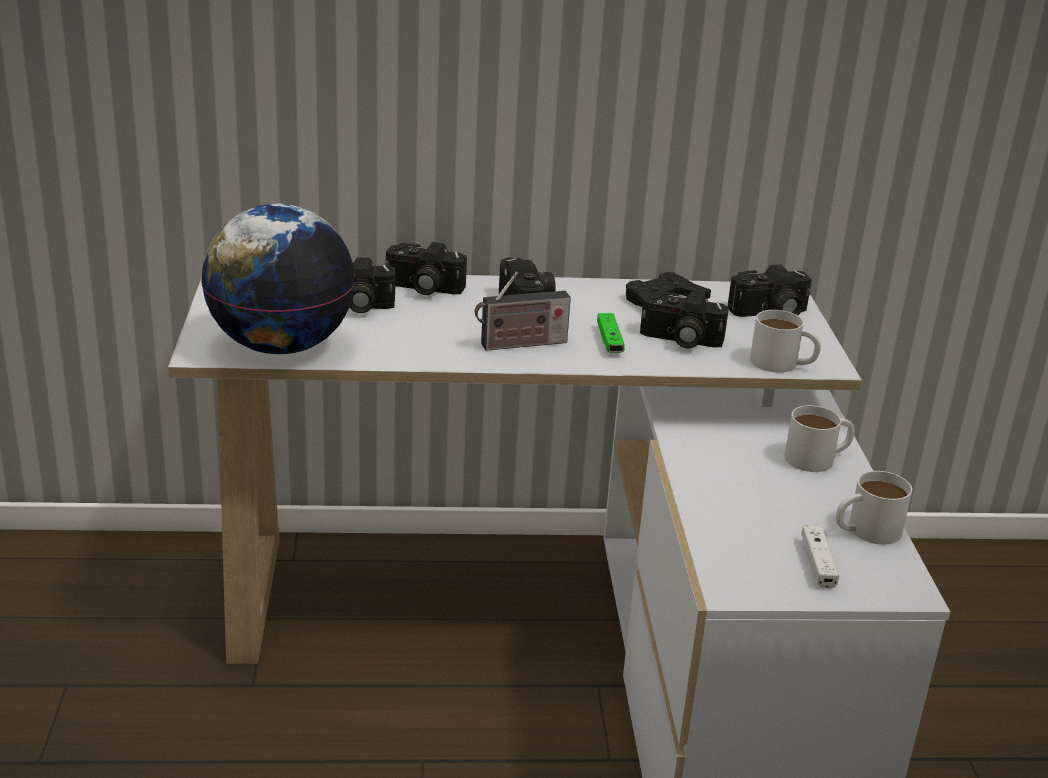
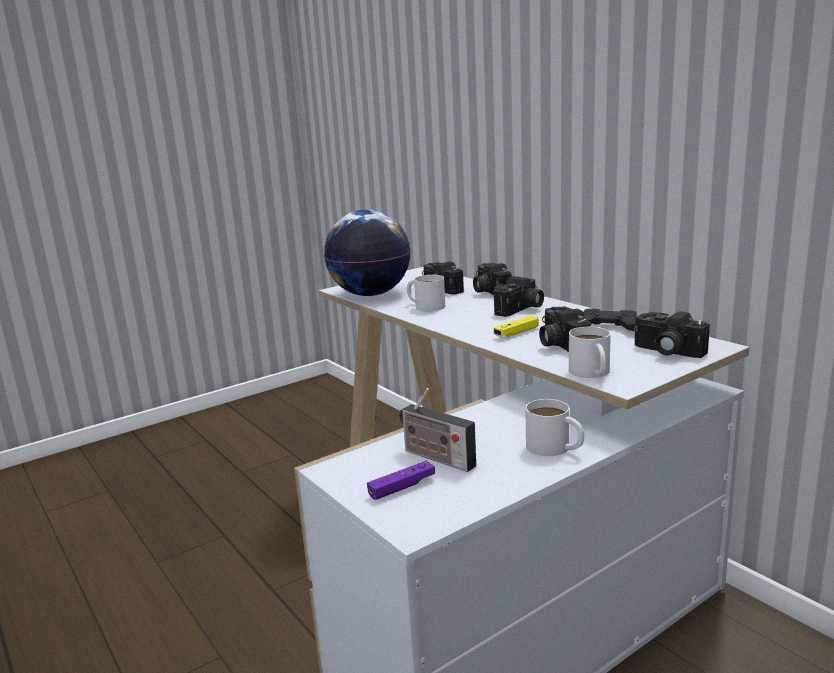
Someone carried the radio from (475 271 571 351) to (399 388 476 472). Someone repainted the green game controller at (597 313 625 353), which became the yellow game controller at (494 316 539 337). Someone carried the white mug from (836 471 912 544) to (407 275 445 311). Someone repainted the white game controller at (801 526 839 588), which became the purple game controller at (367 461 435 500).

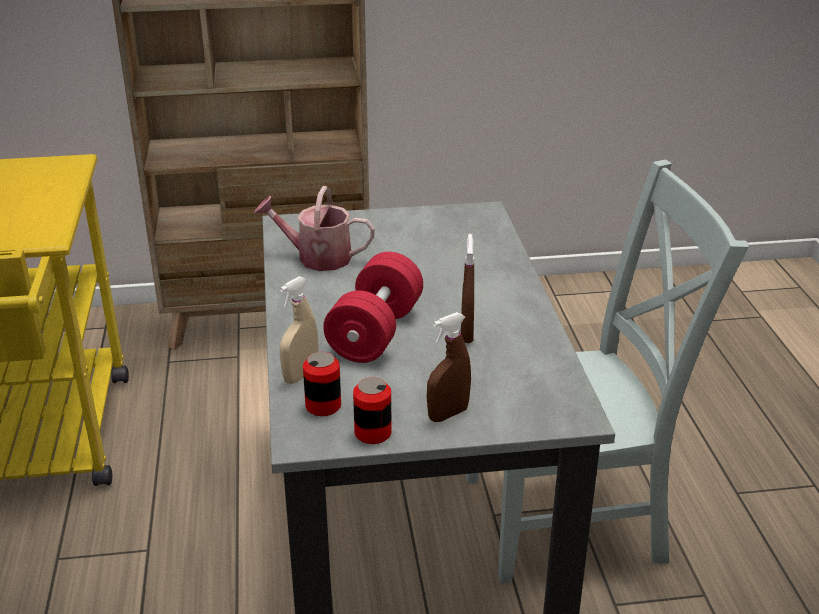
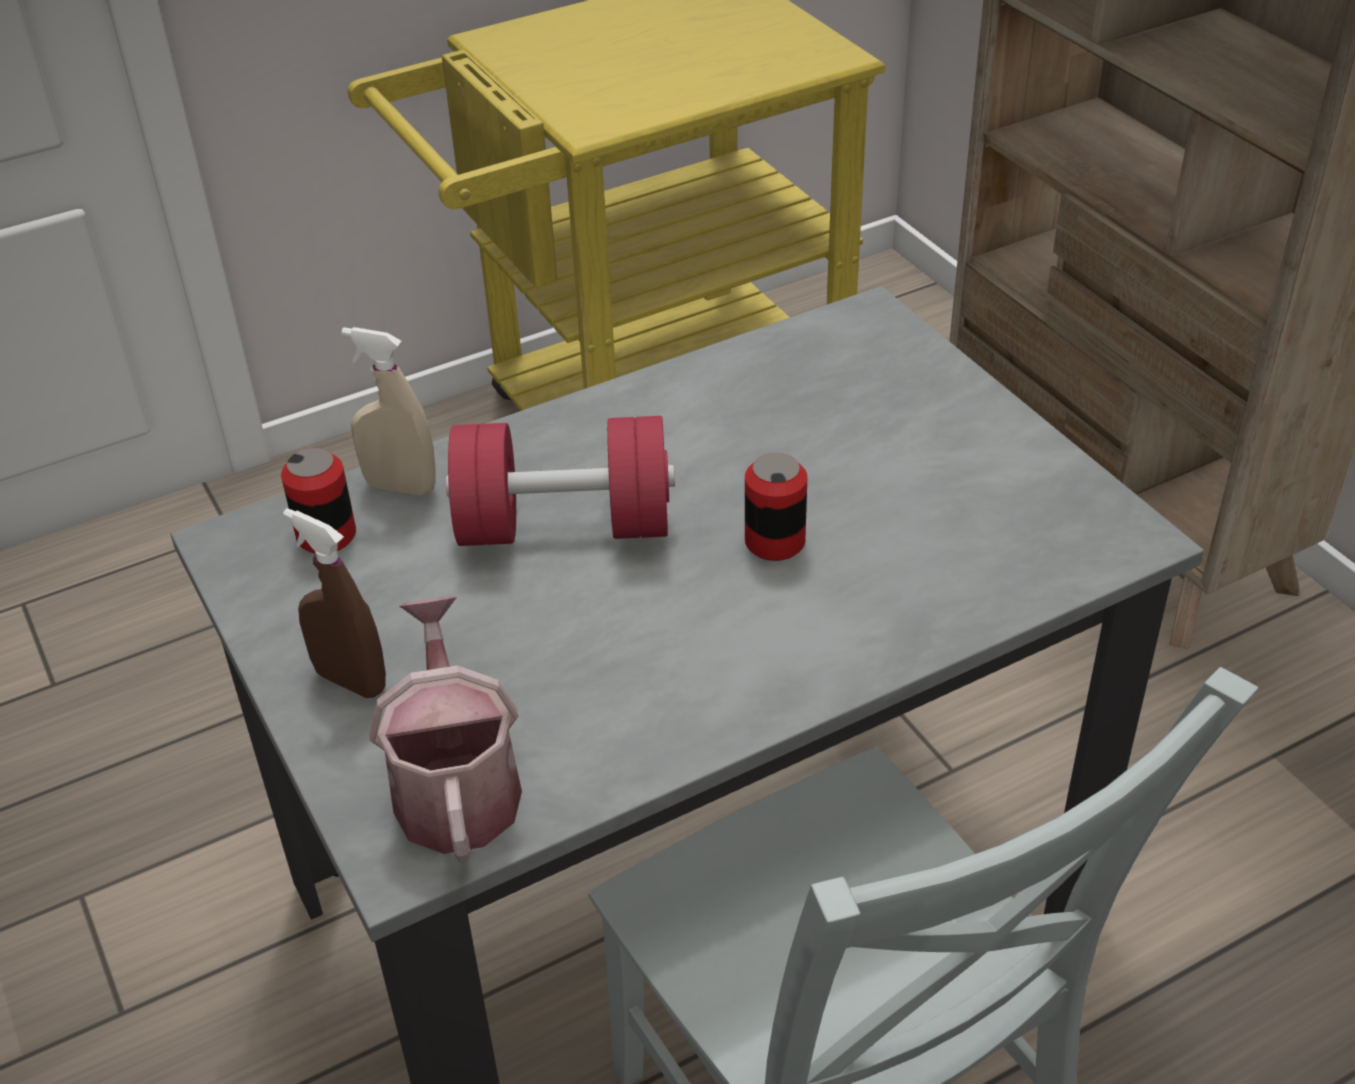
Someone carried the watering can from (254 186 375 271) to (369 596 522 861). Someone took away the brown spray bottle at (461 234 474 343). Someone carried the can from (353 377 392 444) to (745 453 807 561).

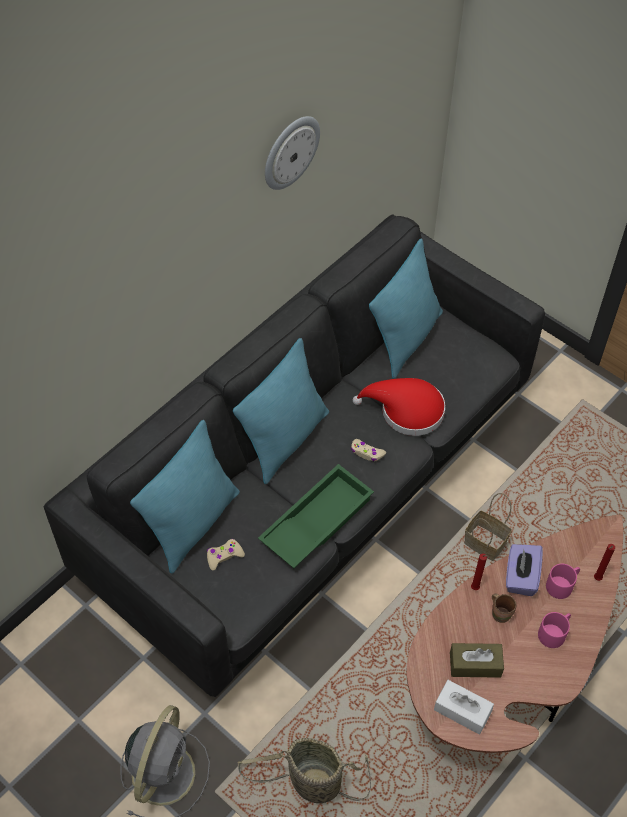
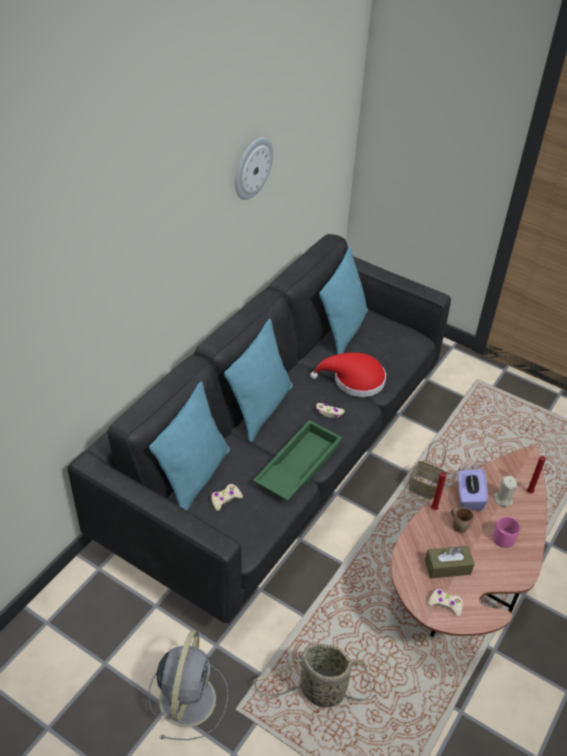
Someone swapped the pink mug at (546 564 580 599) for the beige candle at (493 476 517 507). Someone swapped the white tissue box at (434 680 494 735) for the beige game controller at (428 588 463 617).

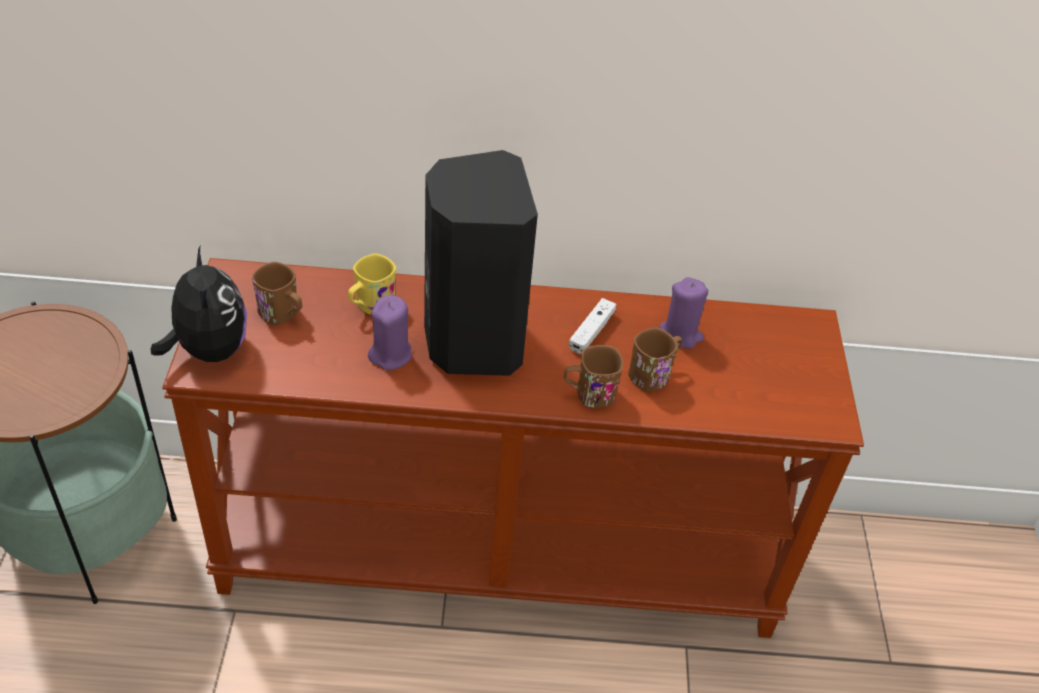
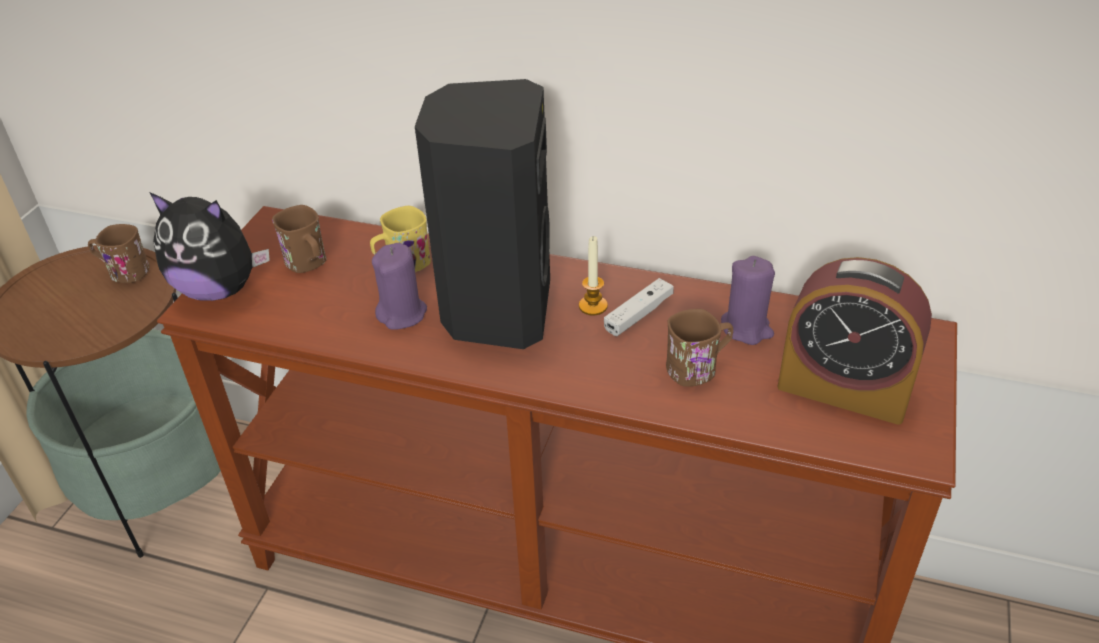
Someone rotated the plush toy at (151 246 247 362) by 105 degrees clockwise. Someone carried the brown mug from (564 345 623 408) to (88 224 150 283). Someone put down the candle at (579 236 608 316). Someone put down the alarm clock at (777 257 932 425).

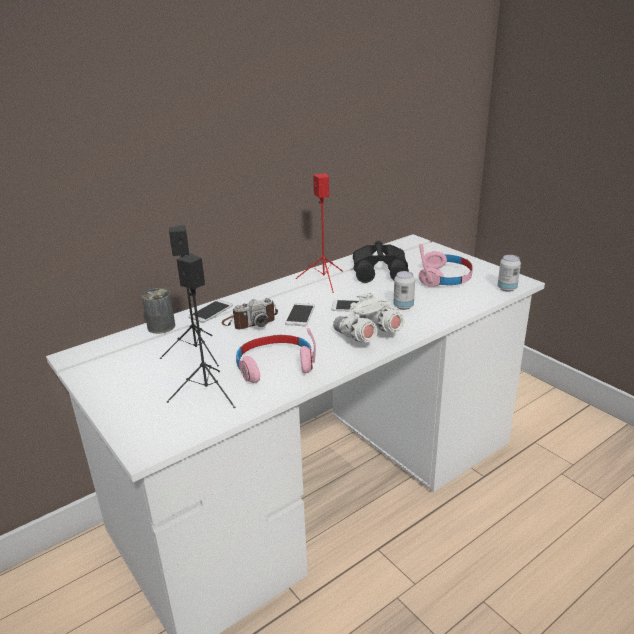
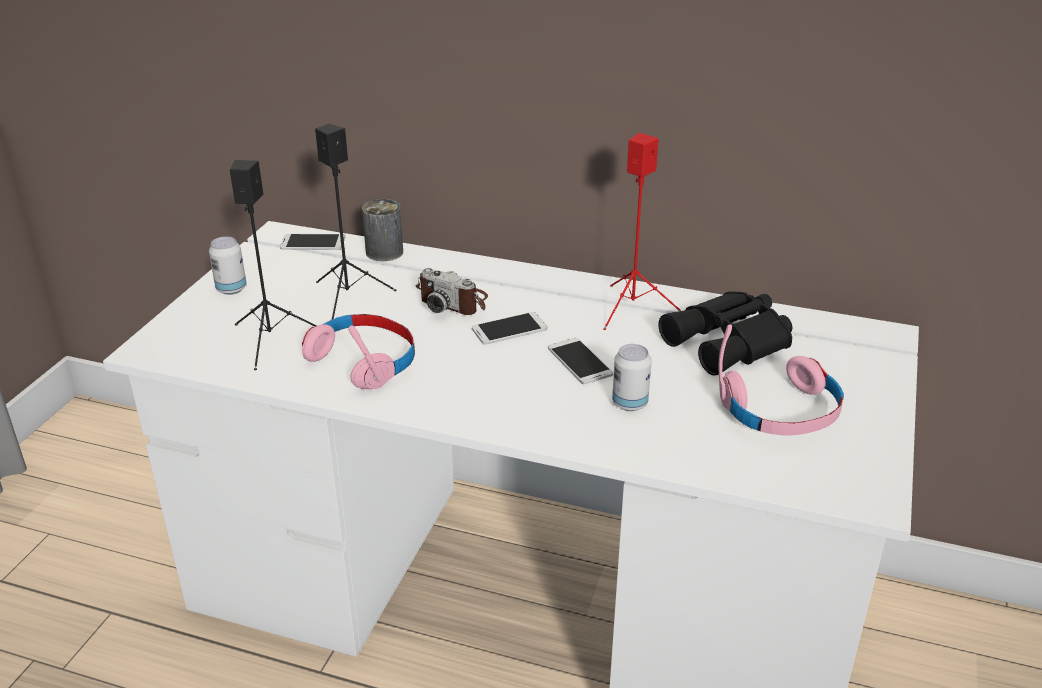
Someone carried the can from (498 255 521 292) to (209 237 247 295). Someone took away the white binoculars at (333 292 404 343). Someone carried the phone from (189 300 233 323) to (280 234 345 250).

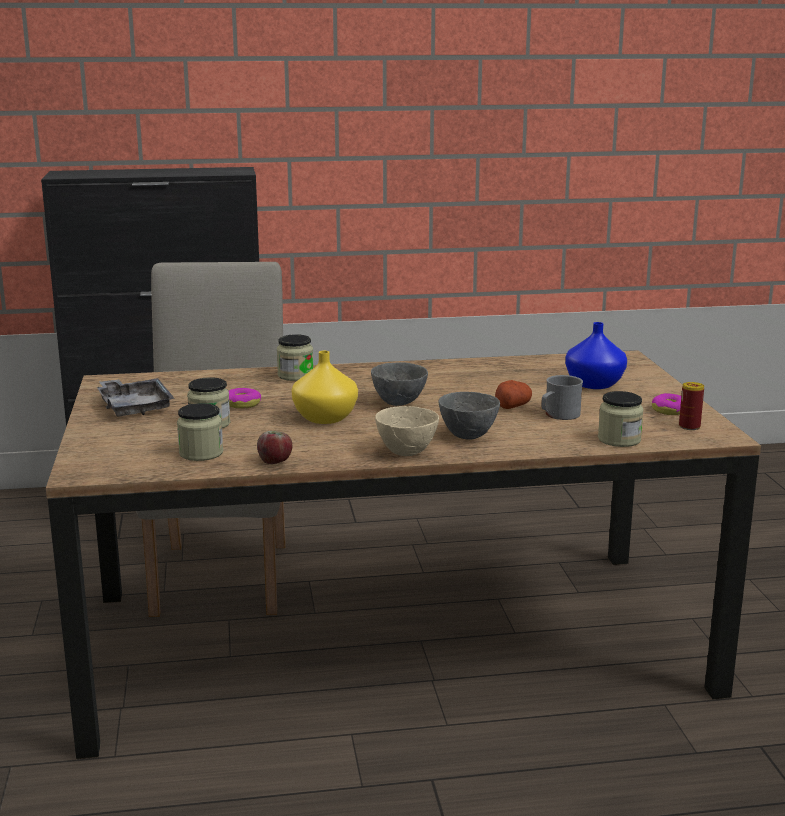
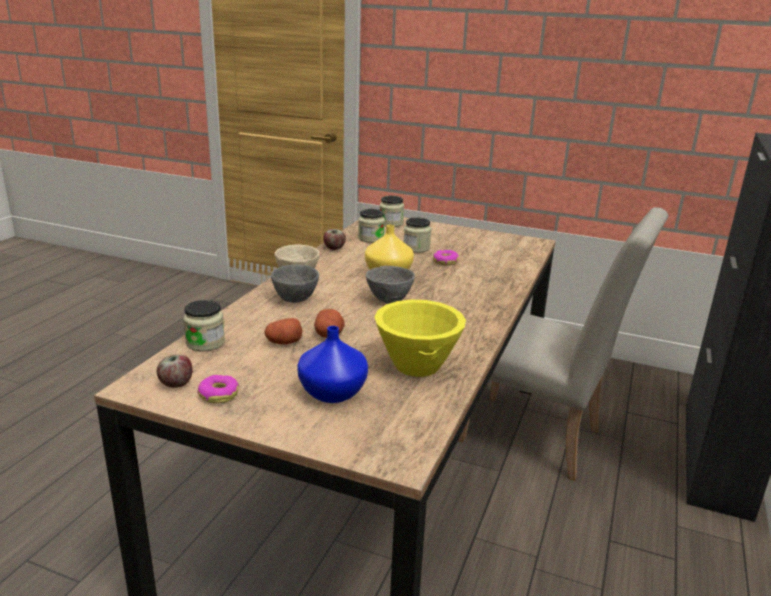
Someone carried the jar from (277 334 313 381) to (380 196 404 227). Someone swapped the grey mug at (541 375 583 420) for the potato at (265 318 302 345). Someone took away the grey tray at (97 378 175 417). Someone swapped the can at (679 382 704 430) for the apple at (157 355 193 388). Someone put down the yellow bowl at (374 300 466 377).

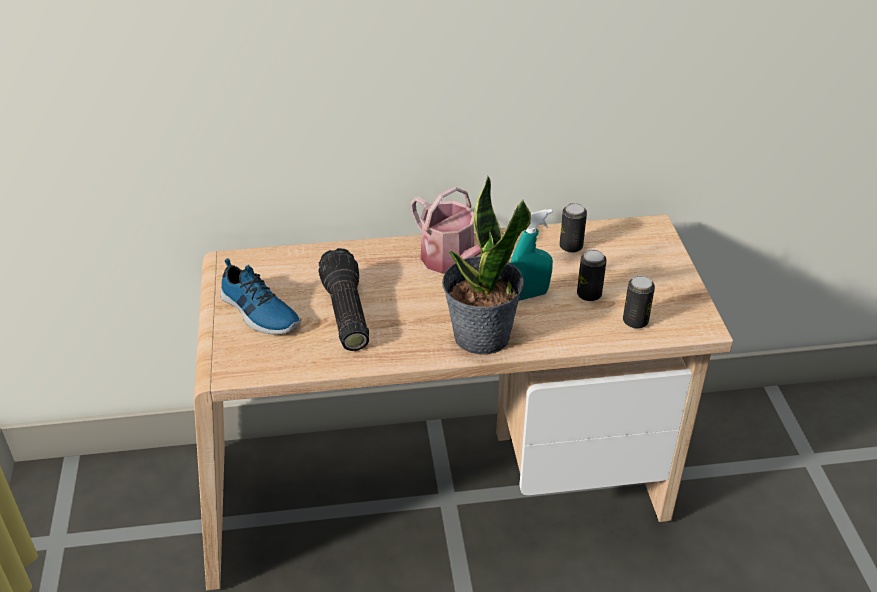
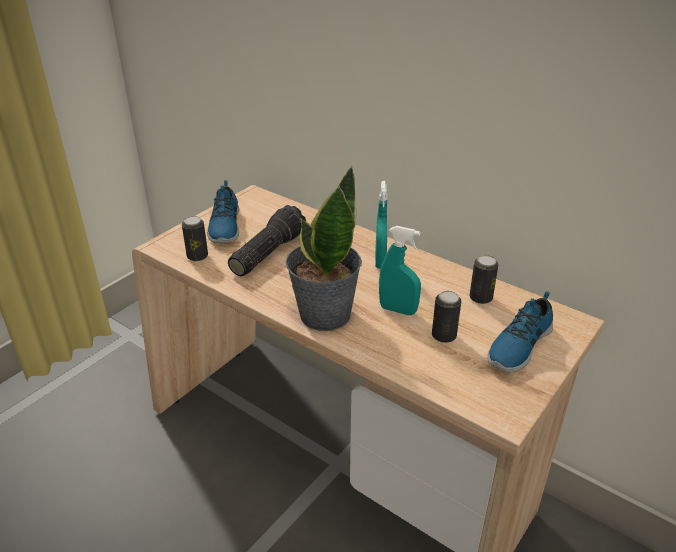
Someone swapped the watering can at (411 187 504 274) for the turquoise spray bottle at (375 181 387 269). Someone carried the can from (623 276 655 329) to (182 216 208 261). Someone put down the shoe at (487 291 553 372).

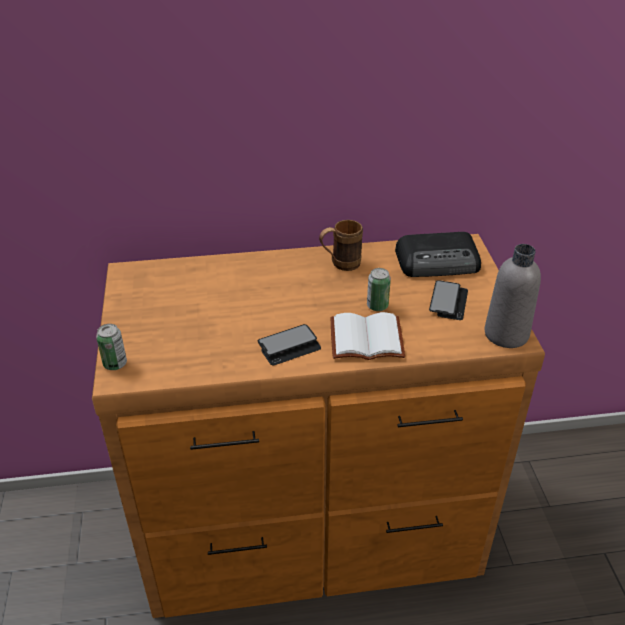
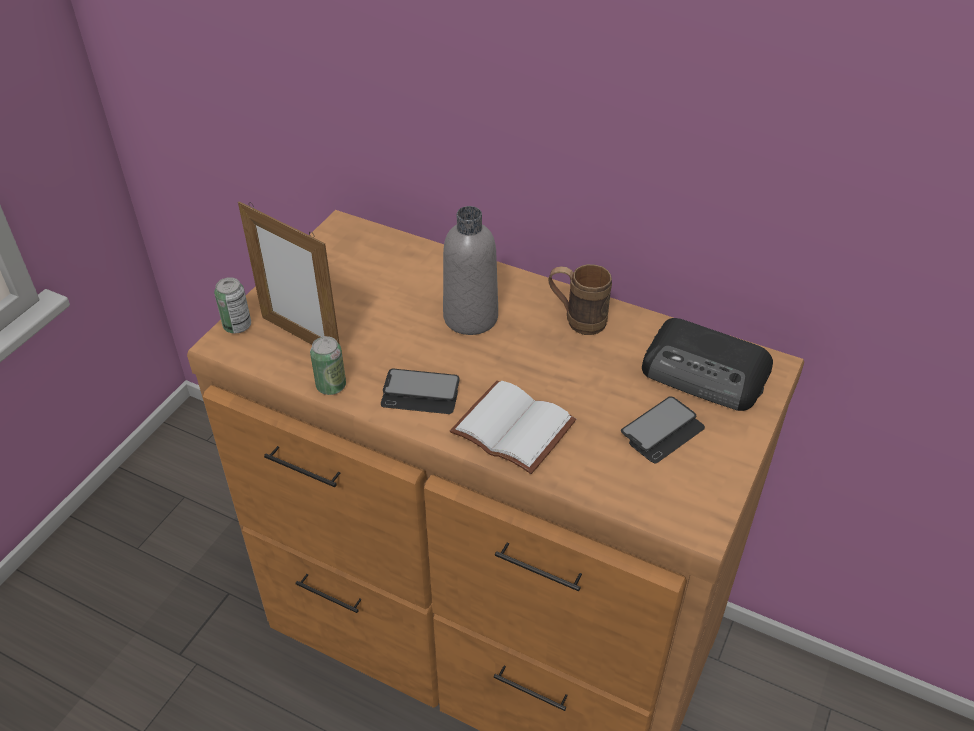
Someone carried the grey bottle from (485 244 541 348) to (443 206 498 335). Someone carried the can from (367 268 391 311) to (310 336 346 395). Someone put down the picture frame at (238 201 340 345).

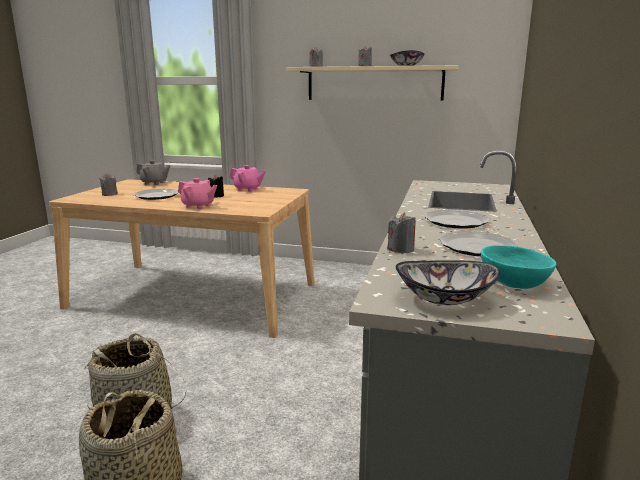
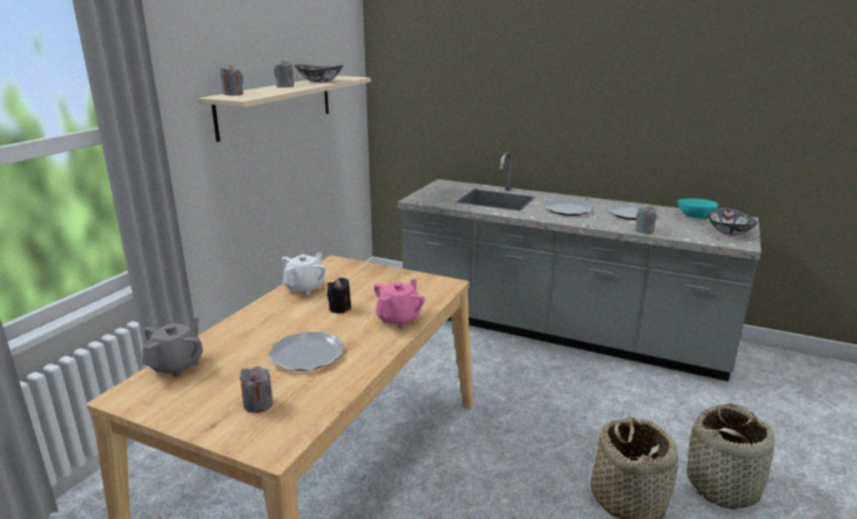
Someone repainted the pink teapot at (230 165 266 191), which became the white teapot at (282 252 326 295).

